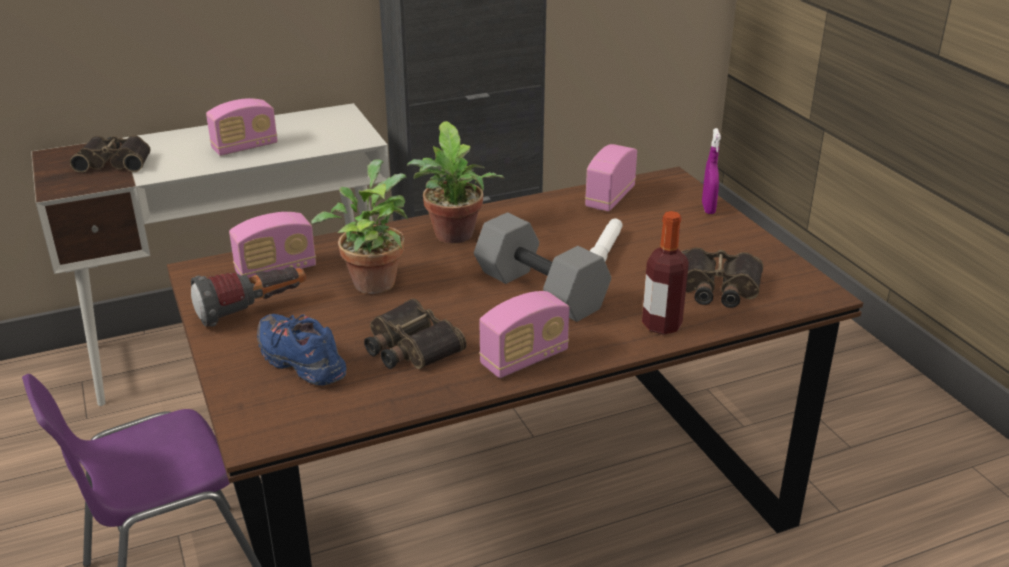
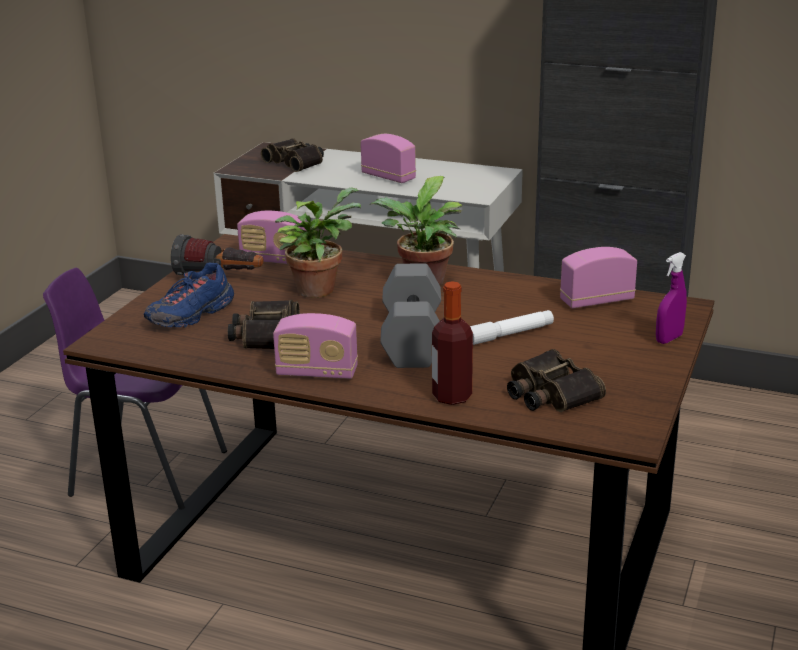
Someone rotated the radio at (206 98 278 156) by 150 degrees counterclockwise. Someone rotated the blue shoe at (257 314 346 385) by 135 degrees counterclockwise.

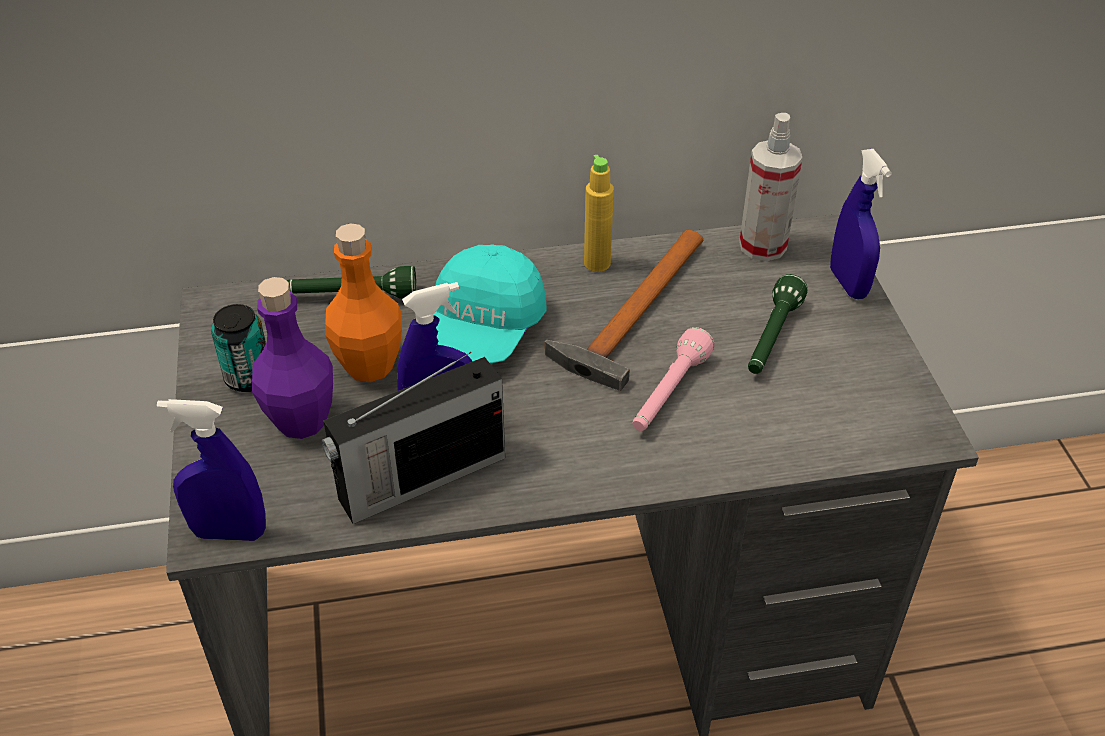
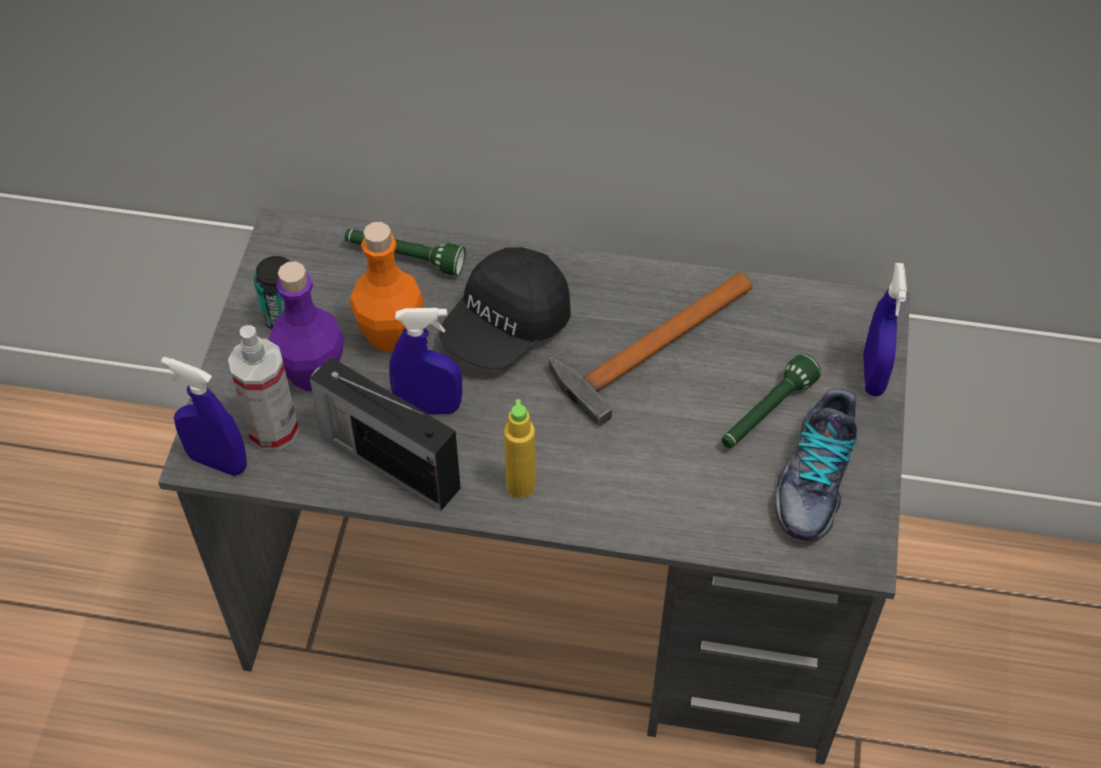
Someone carried the spray bottle from (739 113 802 261) to (228 325 299 451). Someone carried the yellow bottle from (584 155 614 272) to (504 399 536 498). Someone repainted the turquoise cap at (434 244 547 363), which became the black cap at (439 247 571 369). Someone took away the pink flashlight at (633 327 714 431). Someone rotated the radio at (322 352 505 524) by 45 degrees clockwise. Someone put down the shoe at (772 388 857 541).

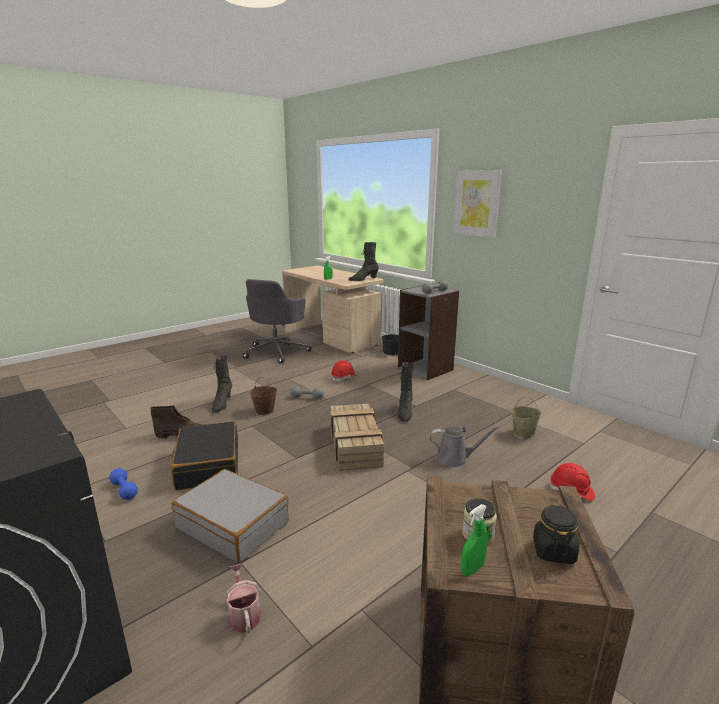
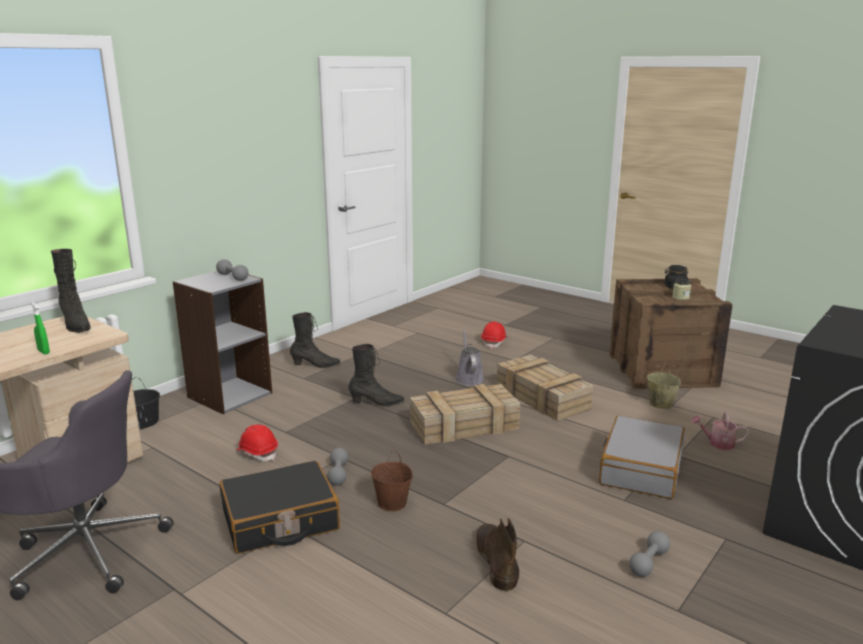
Someone took away the picture at (453 170 502 238). Someone carried the black boot from (212 355 232 413) to (290 312 341 368). Someone carried the beige bucket from (512 397 541 438) to (647 361 681 409). Someone carried the black suitcase from (171 421 238 490) to (219 461 340 554). Someone repainted the blue dumbbell at (109 468 138 500), which became the grey dumbbell at (629 531 670 577). Someone took away the green spray bottle at (461 504 488 576). Someone rotated the watering can at (224 563 261 633) by 45 degrees clockwise. Someone put down the crate at (497 355 593 421).

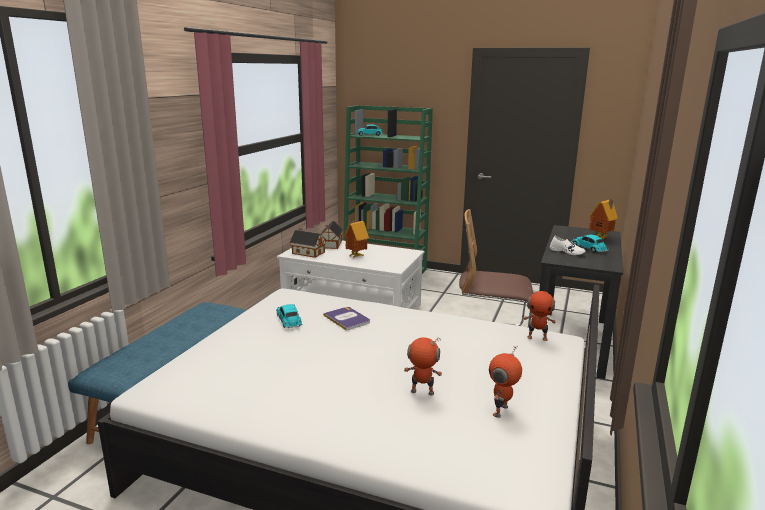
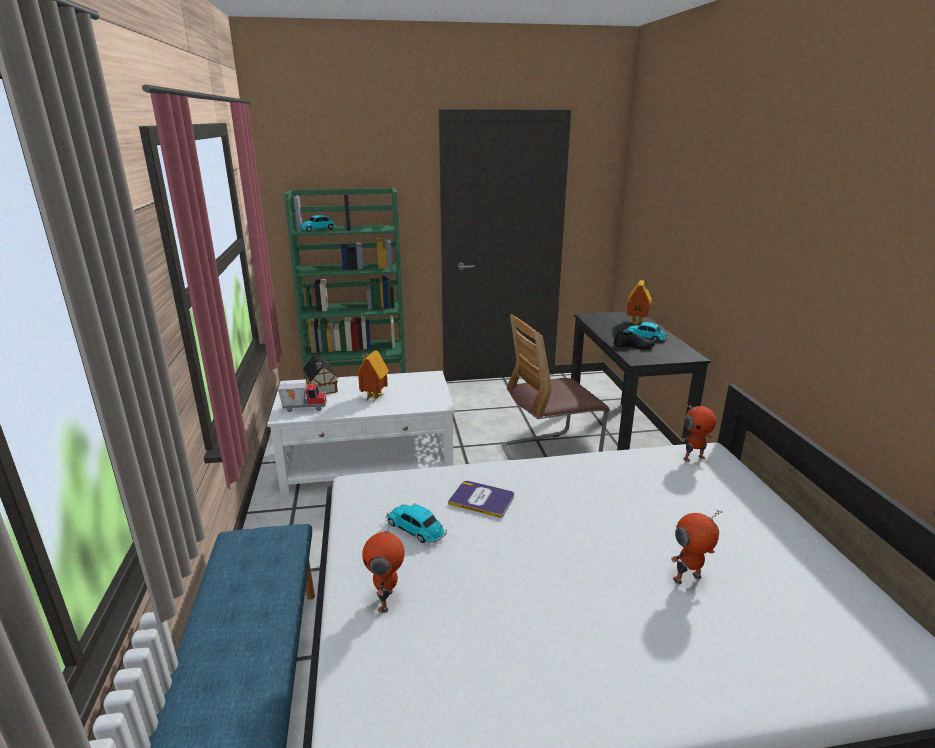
Someone swapped the toy house at (290 227 326 258) for the toy truck at (278 383 327 412). Someone repainted the white shoe at (550 235 586 255), which became the black shoe at (614 331 655 349). Someone carried the toy robot from (489 346 522 418) to (362 519 405 613).

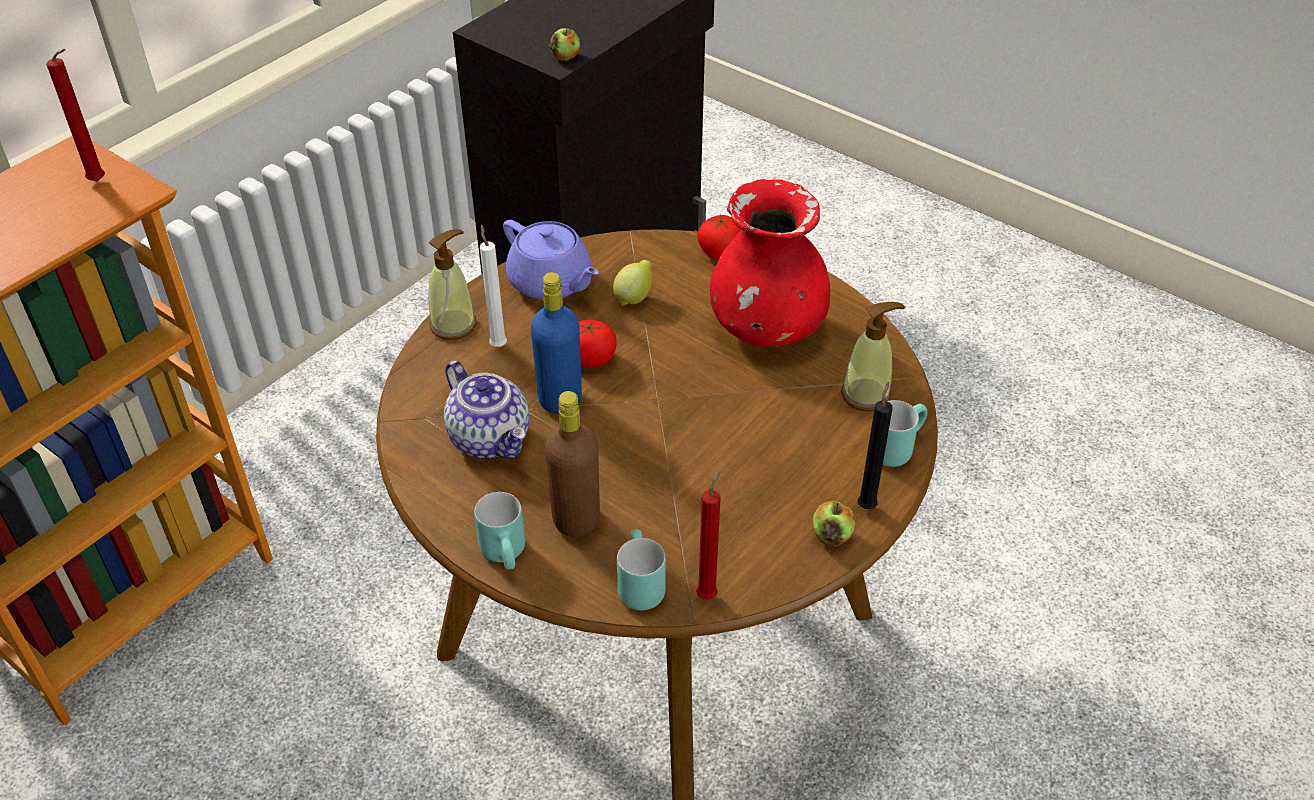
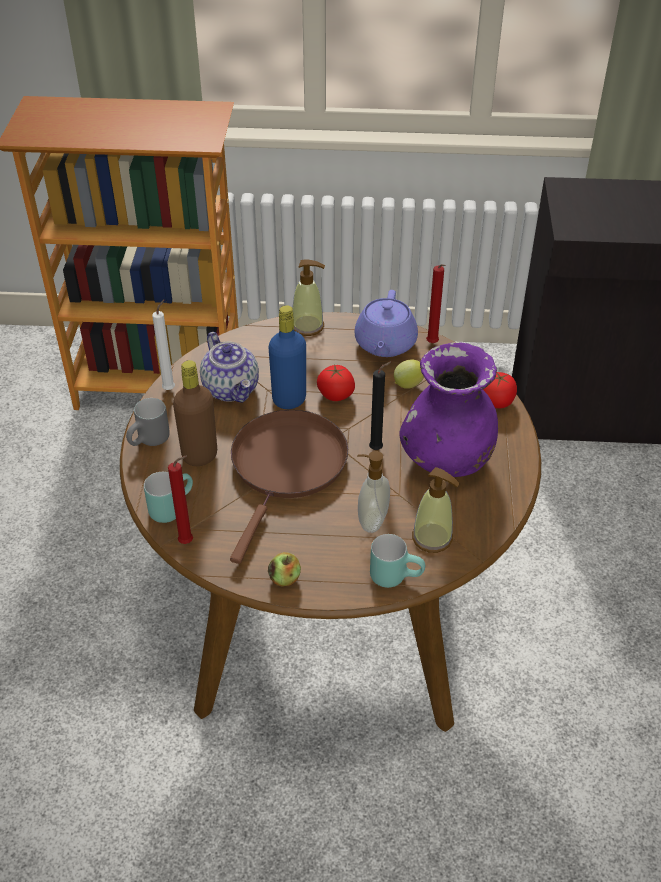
Someone took away the apple at (550 27 580 61). Someone carried the red candle from (46 49 105 182) to (426 264 446 343). Someone repainted the red vase at (710 179 830 346), which became the purple vase at (400 342 498 477). Someone carried the white candle from (480 224 507 347) to (152 299 175 390). Someone rotated the teapot at (444 360 529 459) by 45 degrees counterclockwise. Someone carried the black candle from (858 382 892 509) to (369 361 392 450). Someone repainted the turquoise mug at (474 492 525 570), which became the grey mug at (126 398 170 446). Someone put down the brown frying pan at (230 410 348 564). Someone put down the soap dispenser at (357 451 390 533).

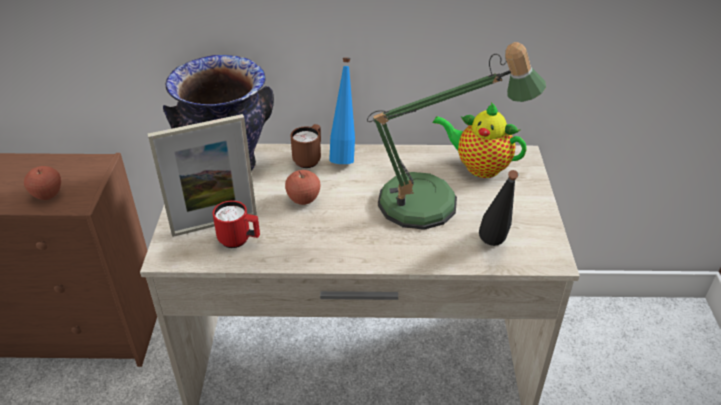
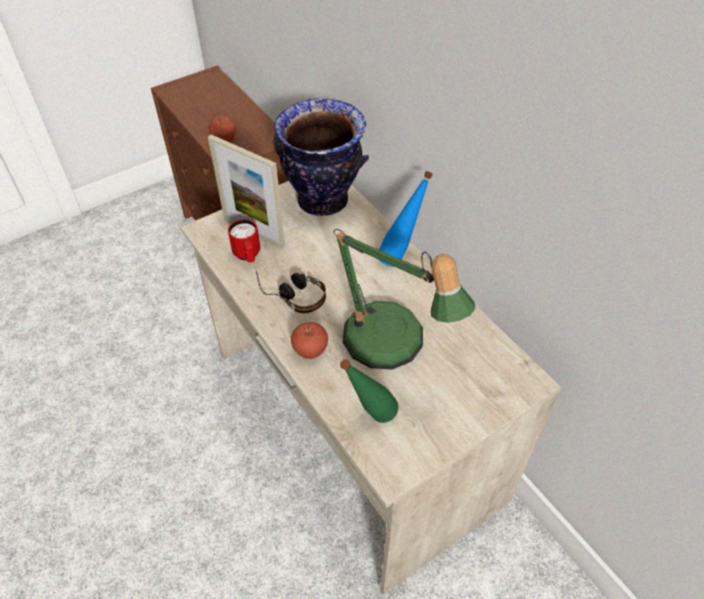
Someone took away the teapot at (433 102 527 178). Someone took away the brown mug at (291 124 321 168). Someone carried the apple from (285 170 320 205) to (291 322 328 359). Someone repainted the black bottle at (479 170 519 246), which became the green bottle at (340 359 399 423). Someone put down the headphones at (256 271 326 313).

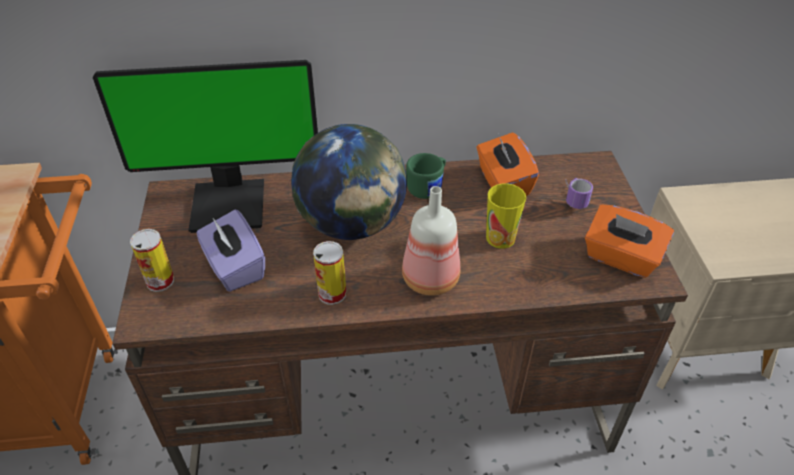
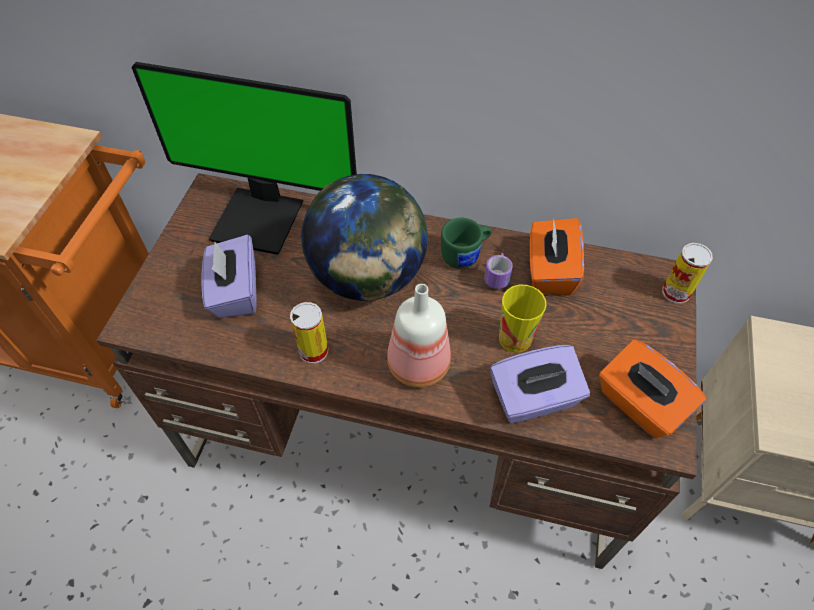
Someone carried the mug from (565 178 593 209) to (484 252 513 289). Someone carried the can from (130 229 175 292) to (662 243 713 304). Someone put down the purple tissue box at (490 345 590 423).

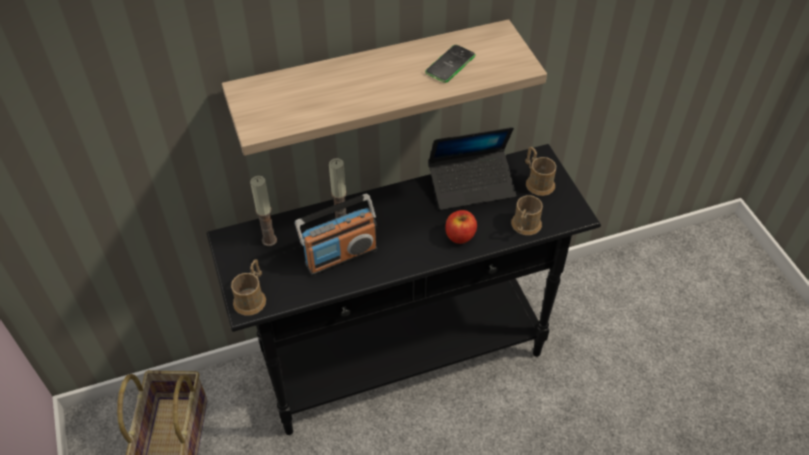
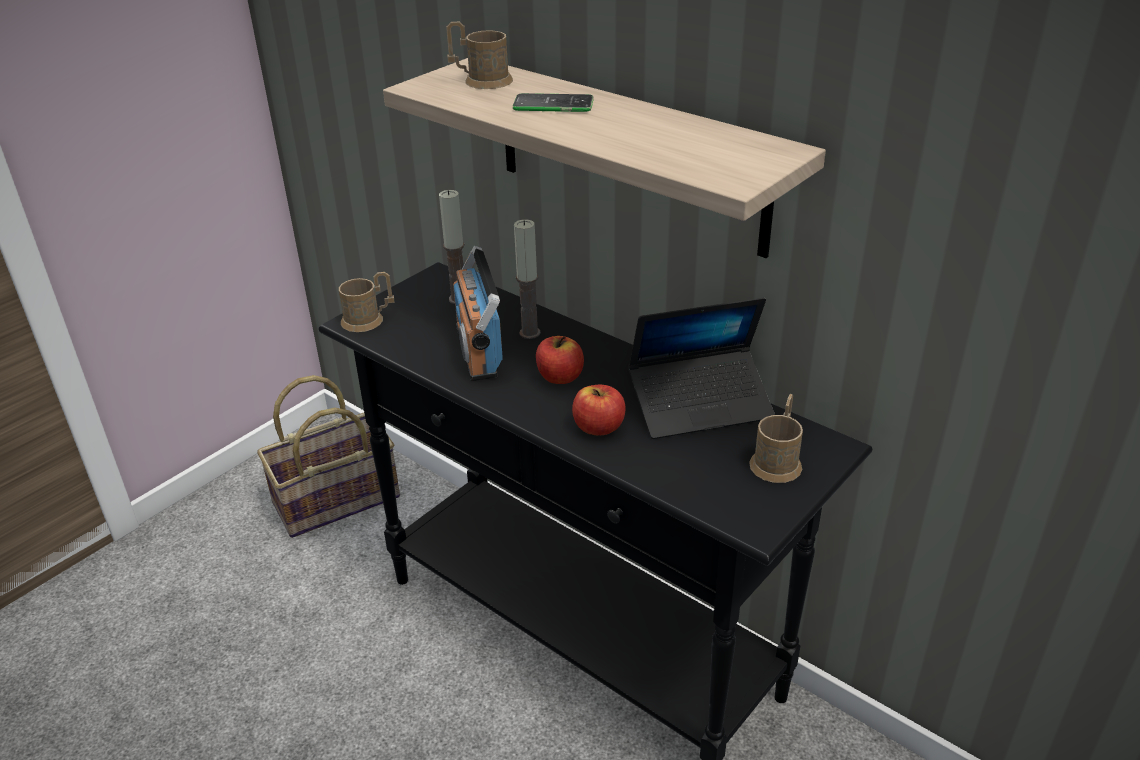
Someone carried the phone from (425 45 476 83) to (513 93 593 112). Someone rotated the laptop at (428 127 516 210) by 60 degrees counterclockwise. Someone rotated the radio at (295 193 377 276) by 45 degrees clockwise. Someone carried the brown mug from (511 195 543 235) to (446 21 513 89). Someone put down the apple at (536 336 584 384).

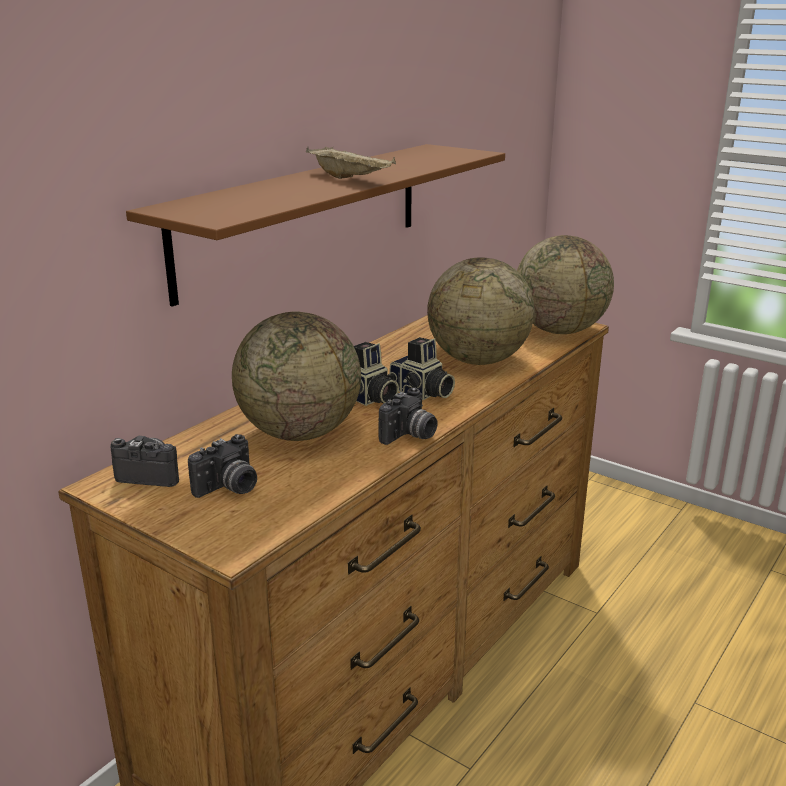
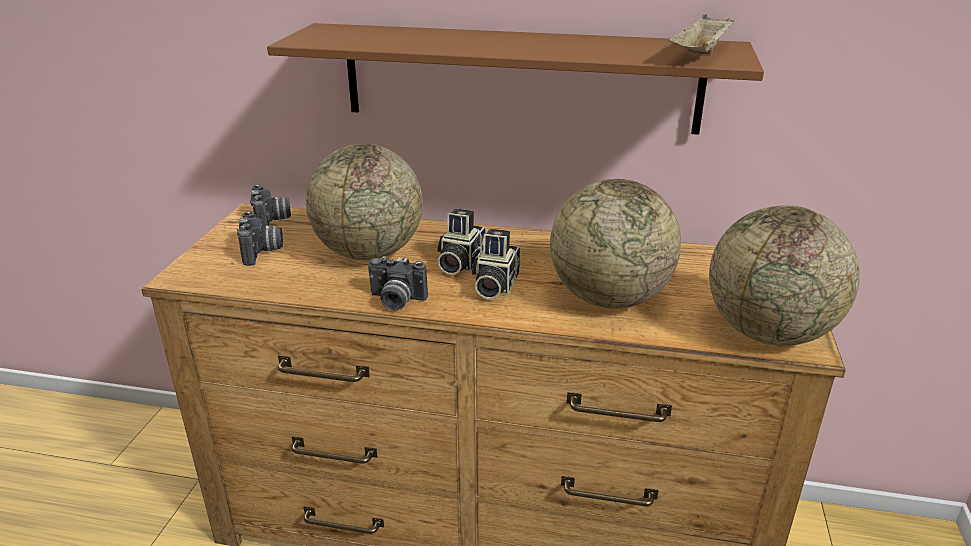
Someone carried the beige tray from (306 146 396 179) to (669 14 734 54). Someone rotated the photo camera at (188 434 257 498) by 120 degrees counterclockwise.

